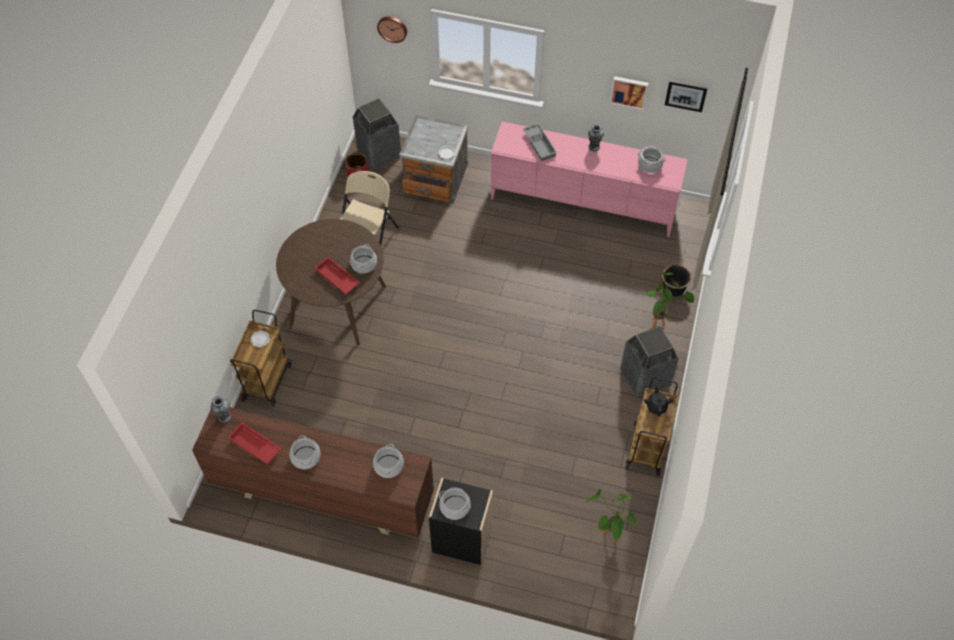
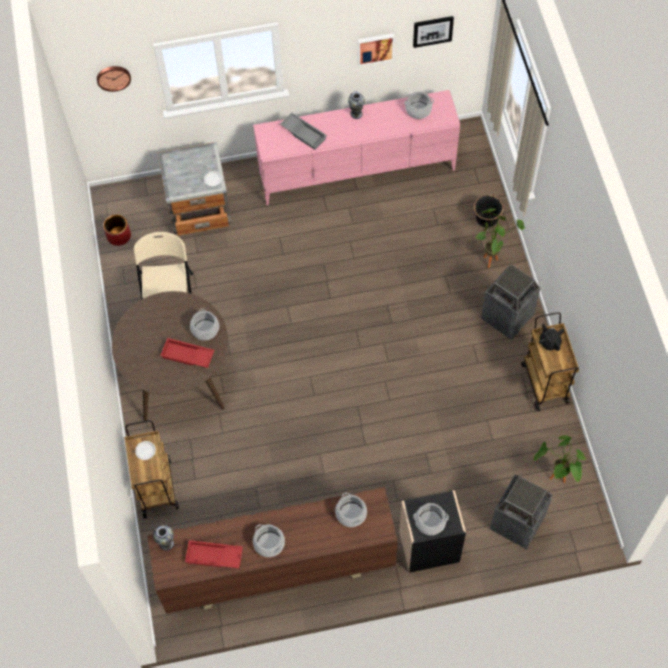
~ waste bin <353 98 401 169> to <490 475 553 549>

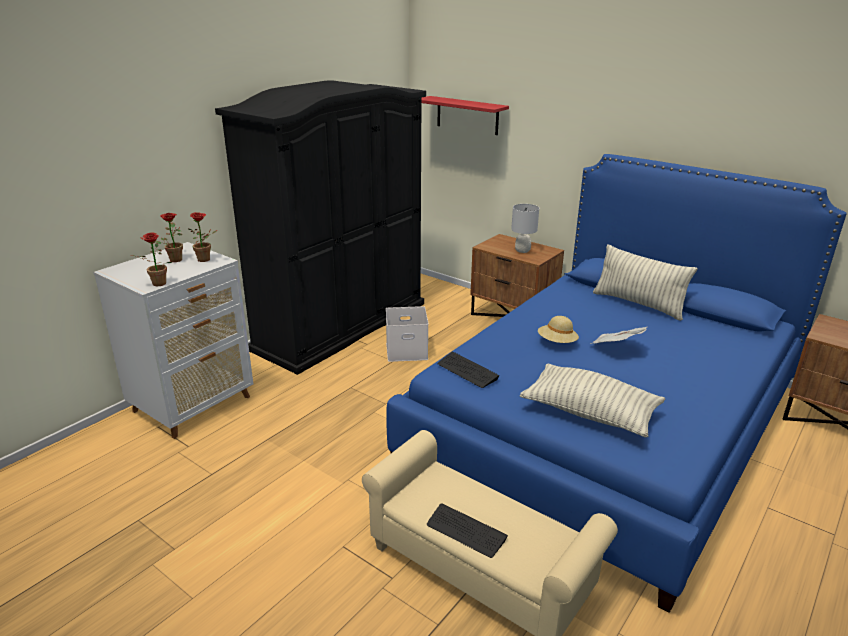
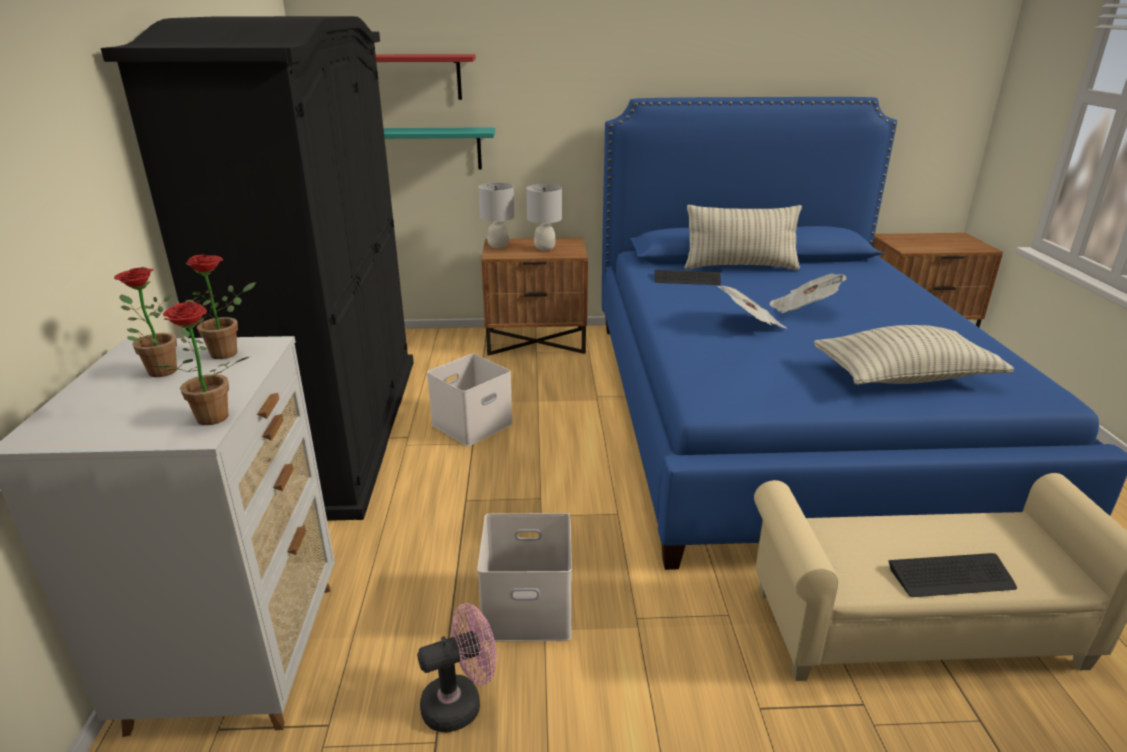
~ computer keyboard <438 352 500 388> to <655 270 721 285>
~ sand-coloured clothing hat <538 316 579 343> to printed paper <718 286 787 328>
+ blue-green shelf <383 127 495 169>
+ pinkish cooling fan <417 603 497 733>
+ white storage bin <477 513 572 641>
+ greyish table lamp <478 182 514 249>

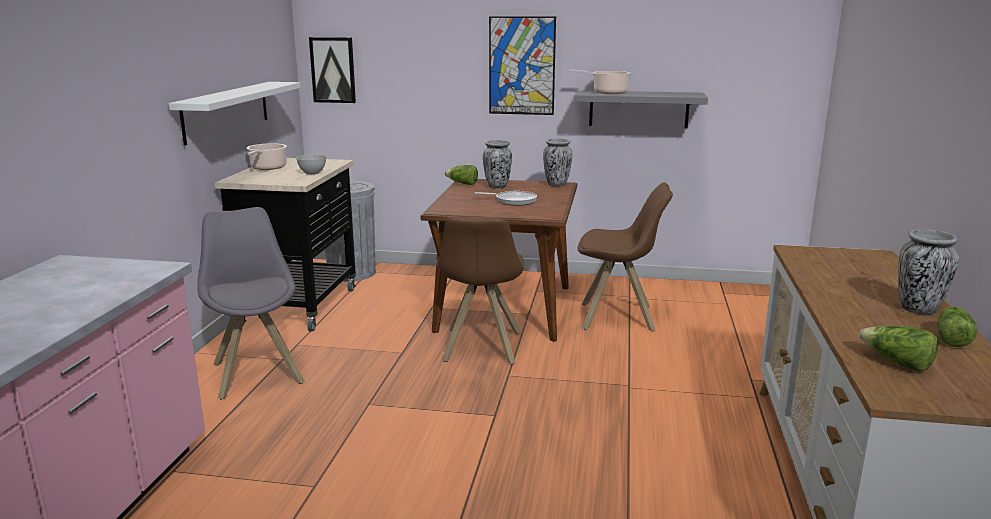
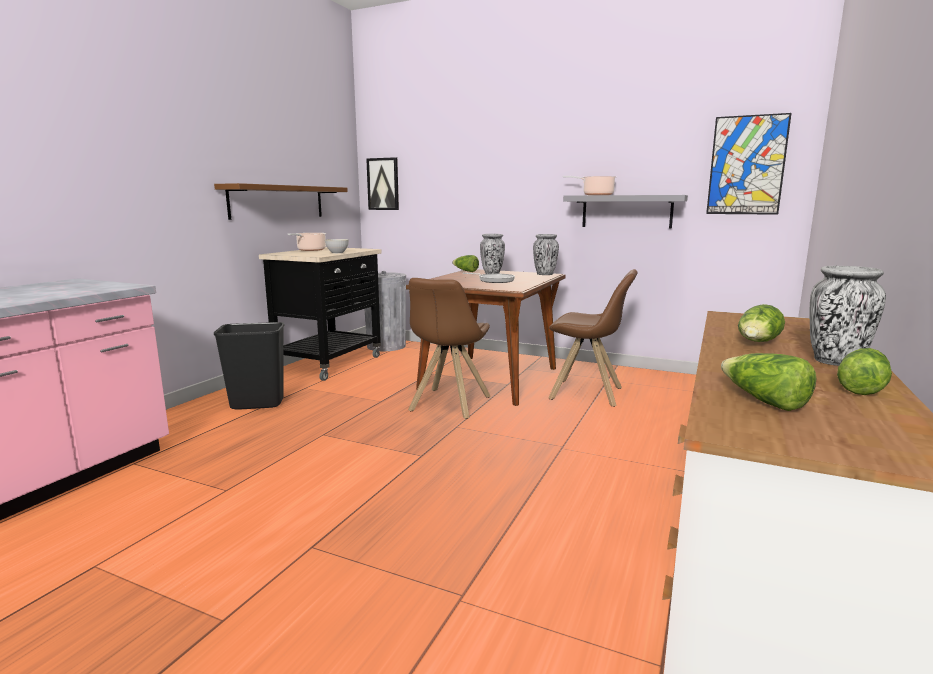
~ white shelf <169 82 301 146> to brownish shelf <214 183 348 220>
~ greyish upright chair <197 207 305 399> to blackish waste bin <214 322 285 410>
~ picture <489 16 556 115> to <706 113 792 215>
+ lettuce head <738 304 785 342>

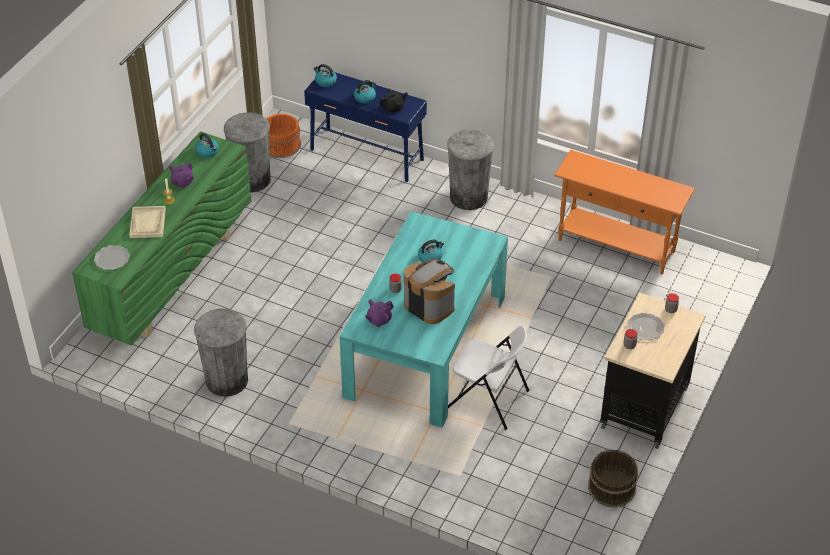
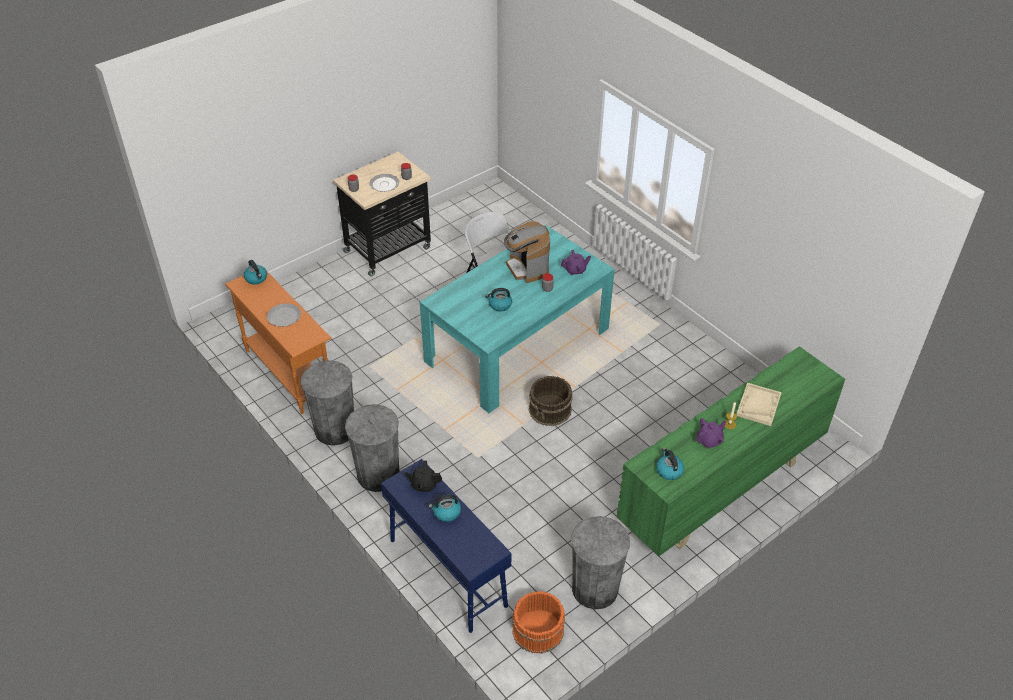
~ flat dish <94 245 130 270> to <267 303 301 327>
~ greyish waste bin <194 309 248 397> to <301 360 354 446>
~ kettle <313 64 337 87> to <244 260 267 285>
~ brownish water bucket <588 450 638 507> to <529 376 573 426>

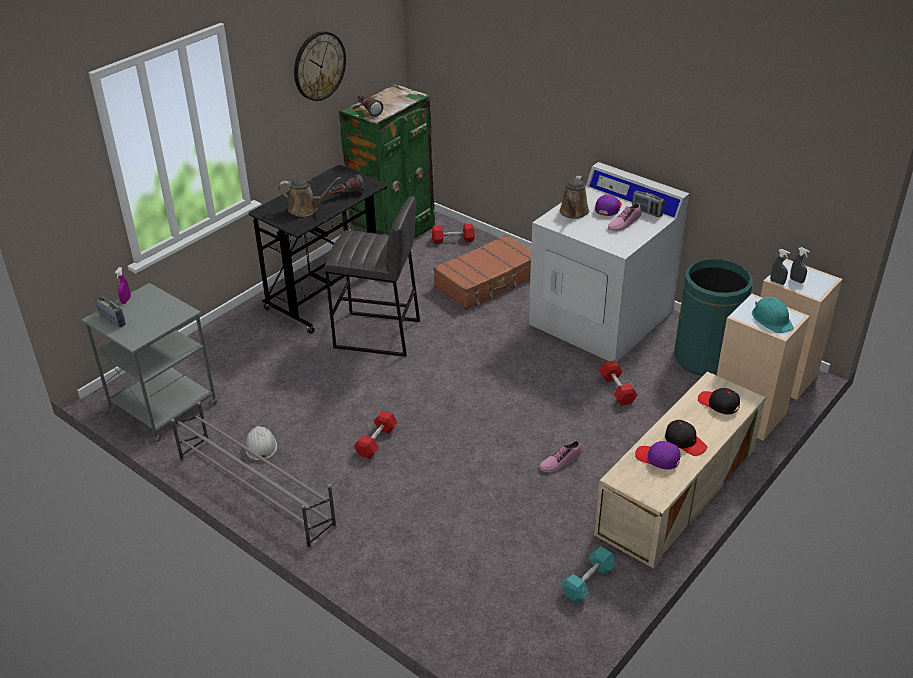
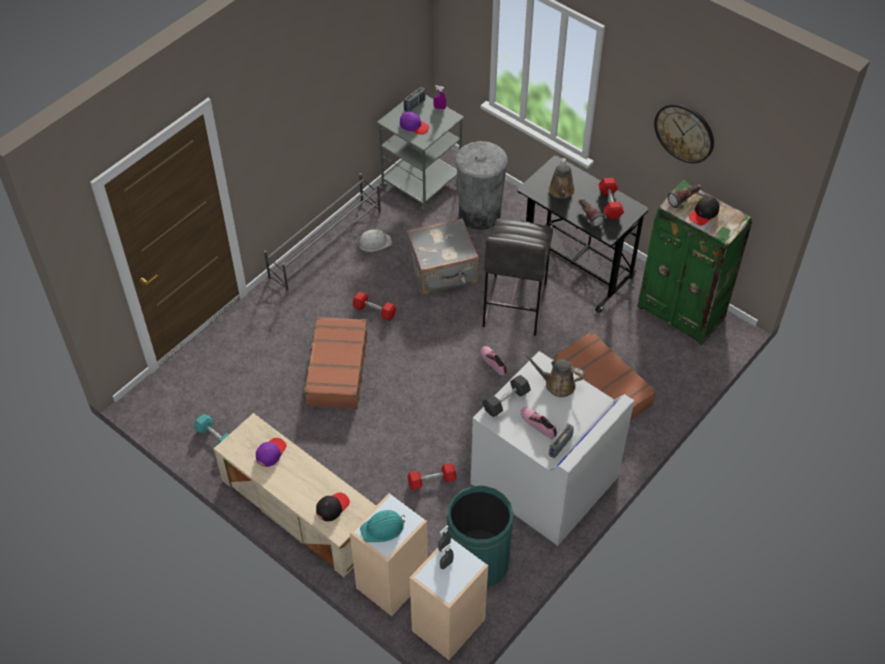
~ reddish free weight <432 224 475 244> to <598 178 624 219>
~ low shoe <539 441 582 472> to <481 346 508 375>
~ purple-coloured peaked cap <595 195 622 216> to <400 112 429 135>
~ blackish peaked cap <665 420 707 456> to <689 196 720 226>
+ brownish suitcase <303 317 368 409>
+ greyish suitcase <407 218 479 295>
+ greyish waste bin <455 141 508 230>
+ greyish free weight <482 375 531 417>

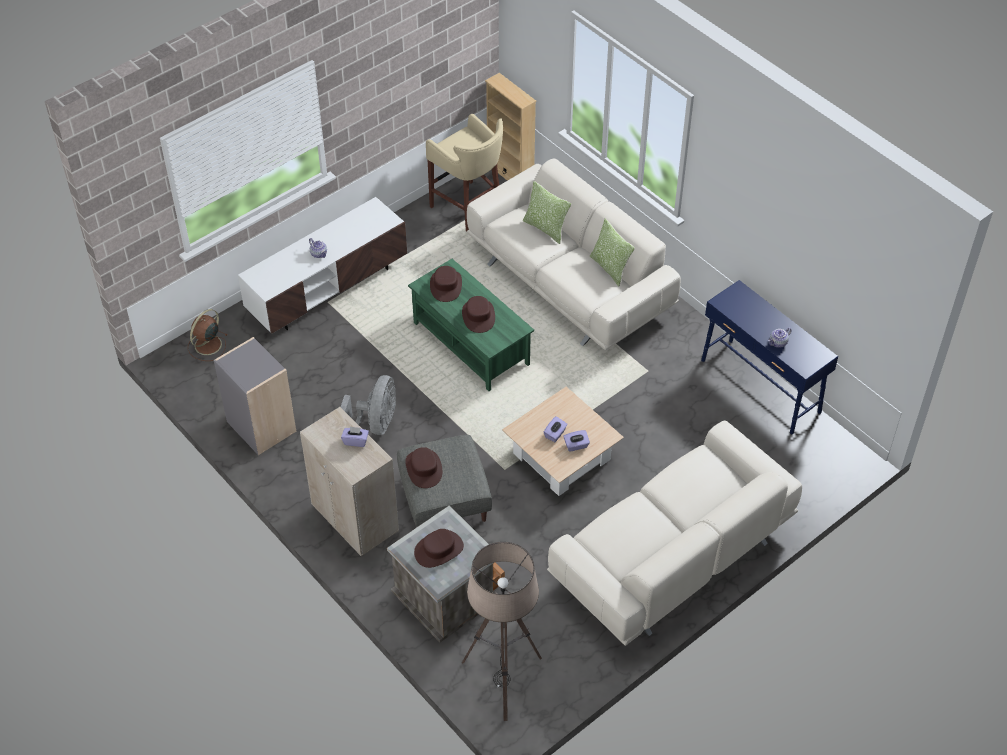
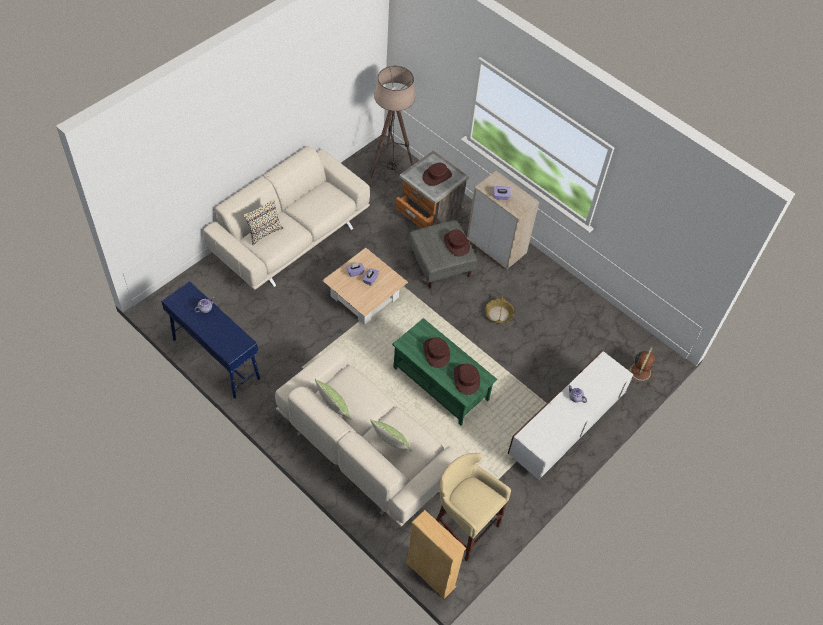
- greyish bookcase <214 337 296 455>
~ greyish cooling fan <341 375 396 435> to household basket <485 294 514 324>
+ sand-coloured pillow <243 199 283 245>

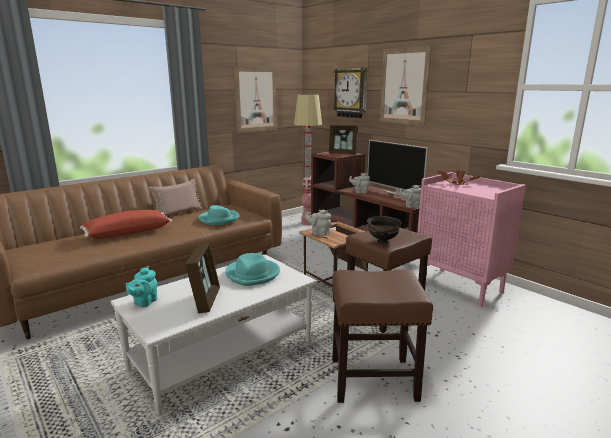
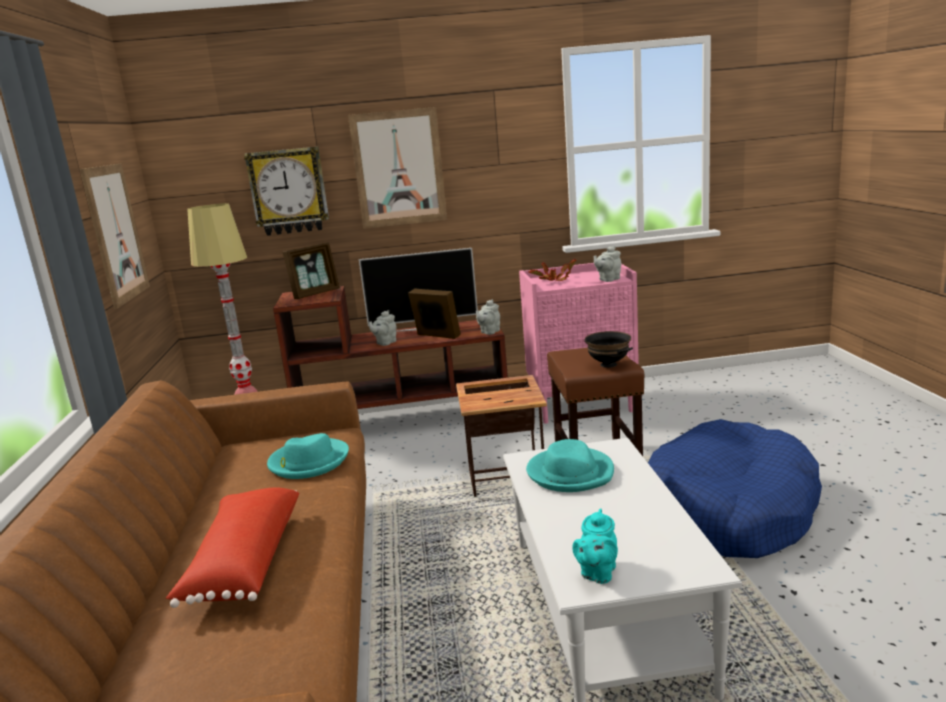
~ blue-green pot for tea <126 266 157 307> = <572 509 618 584> 60 degrees clockwise
- sand-coloured pillow <148 179 203 216>
~ picture frame <185 242 220 314> to <408 288 461 339>
~ greyish pot for tea <305 210 332 236> to <593 246 621 282>
~ brownish stool <332 269 433 403> to blue dog bed <648 419 822 558>

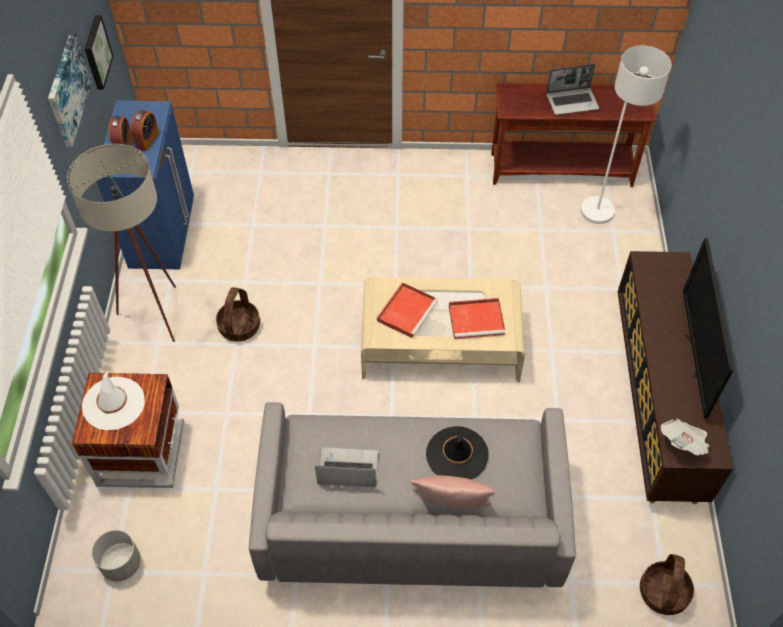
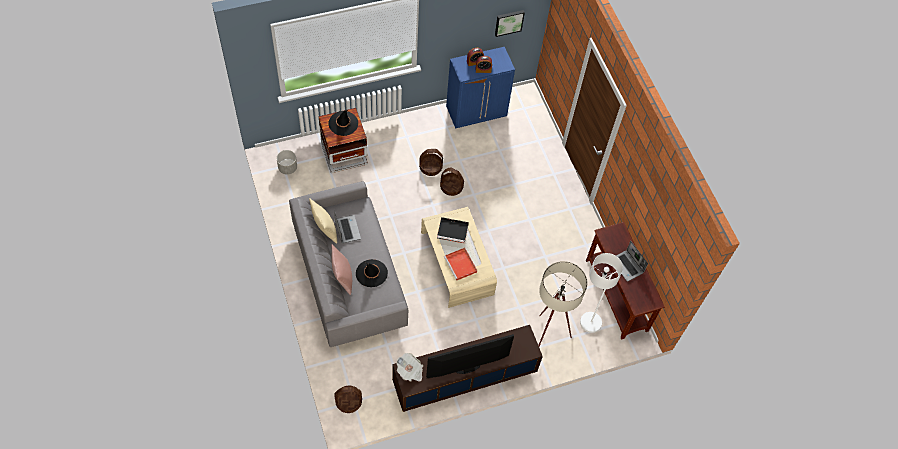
- picture <48 32 92 147>
~ sand-coloured standard lamp <67 144 176 342> to <538 261 587 346>
~ white clothing hat <82 370 145 430> to blackish clothing hat <328 110 358 136>
~ reddish serving tray <377 282 438 338> to blackish serving tray <437 217 469 243>
+ sand-coloured pillow <309 198 337 243>
+ household basket <440 167 464 196>

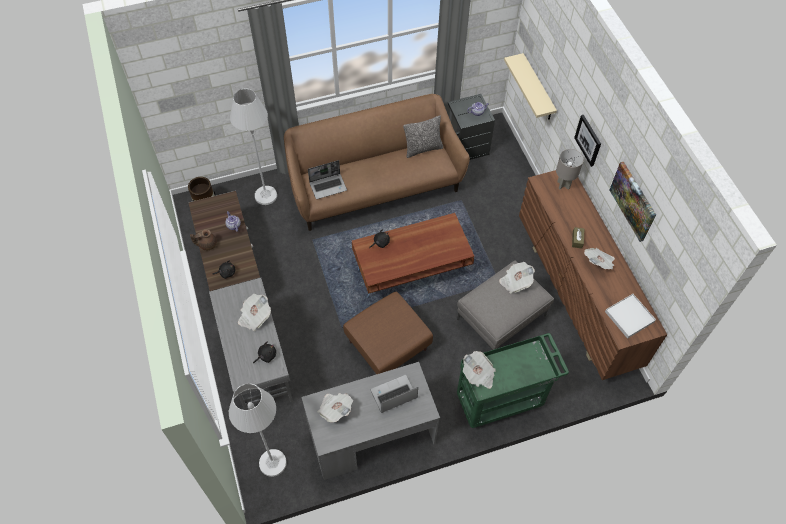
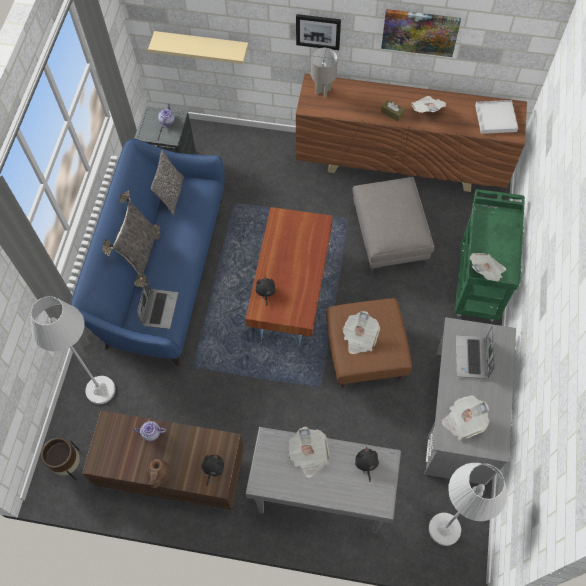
~ brownish sofa <284 94 470 231> to blue sofa <71 138 225 366>
~ printed paper <499 262 535 293> to <343 311 380 354>
+ pillow <102 191 161 288>

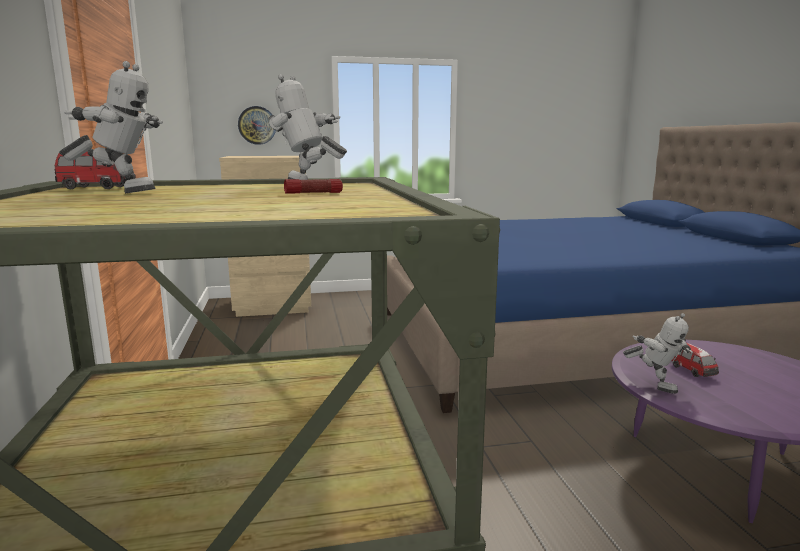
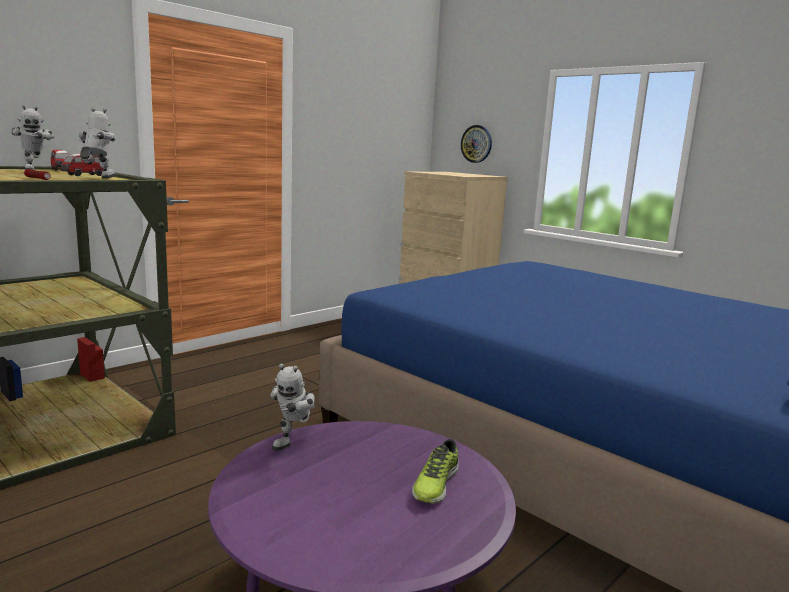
~ model car <672 343 719 377> to <60 153 103 176>
+ low shoe <412 439 459 503>

